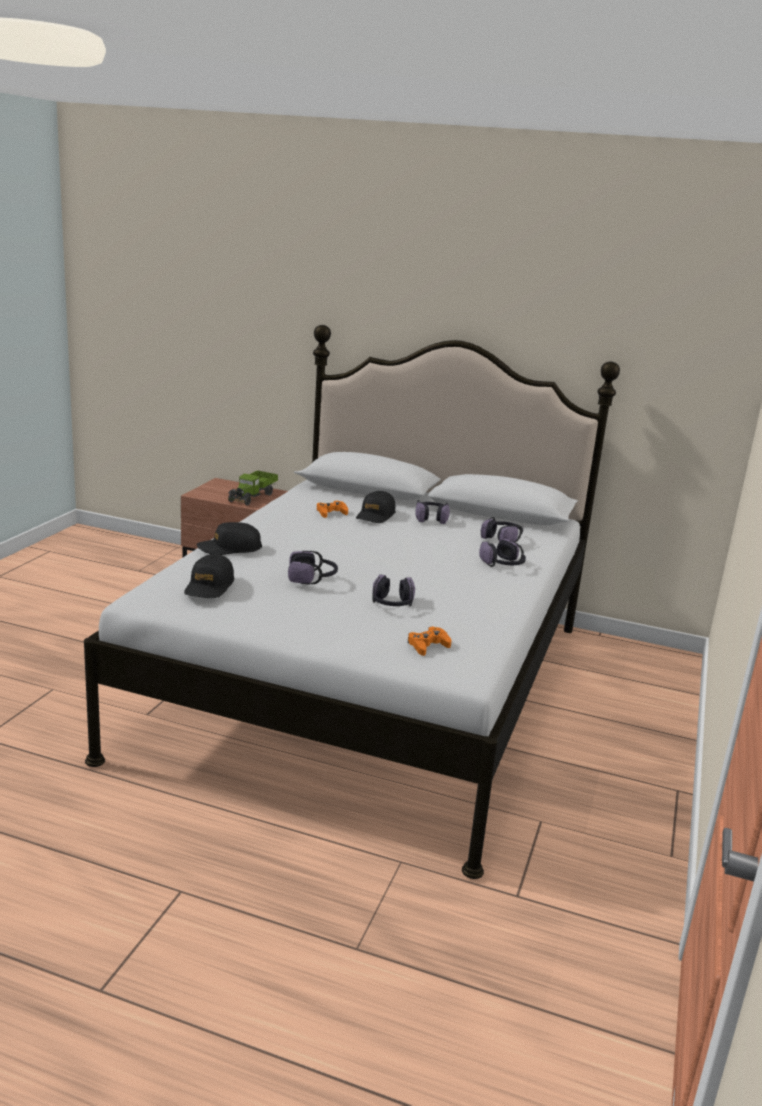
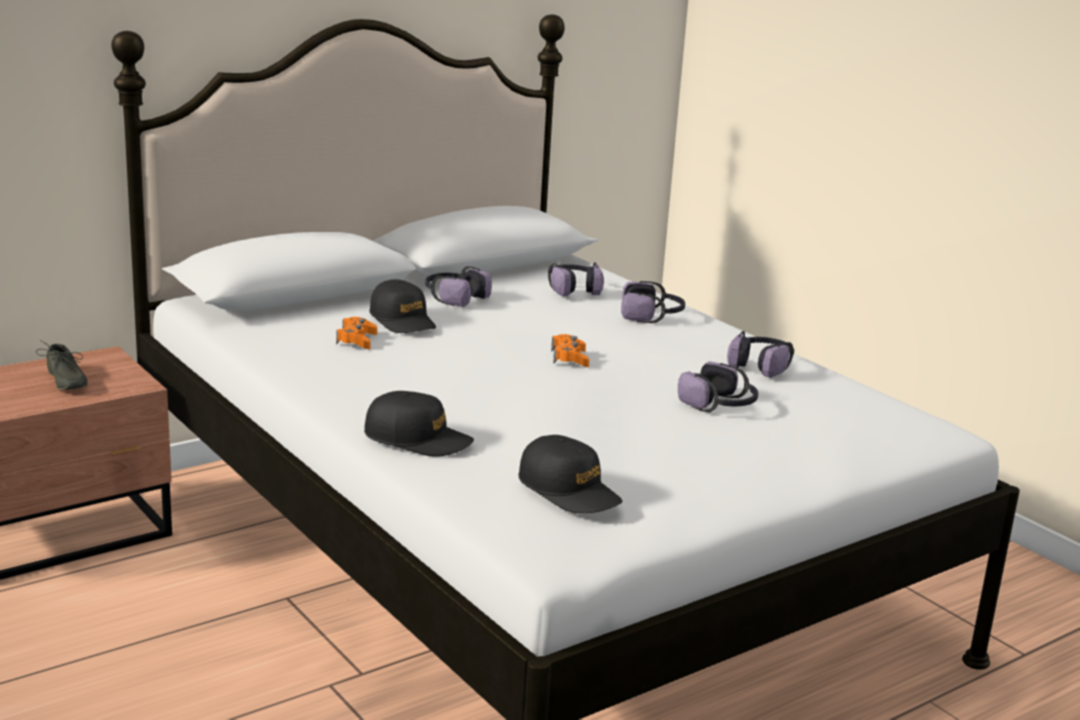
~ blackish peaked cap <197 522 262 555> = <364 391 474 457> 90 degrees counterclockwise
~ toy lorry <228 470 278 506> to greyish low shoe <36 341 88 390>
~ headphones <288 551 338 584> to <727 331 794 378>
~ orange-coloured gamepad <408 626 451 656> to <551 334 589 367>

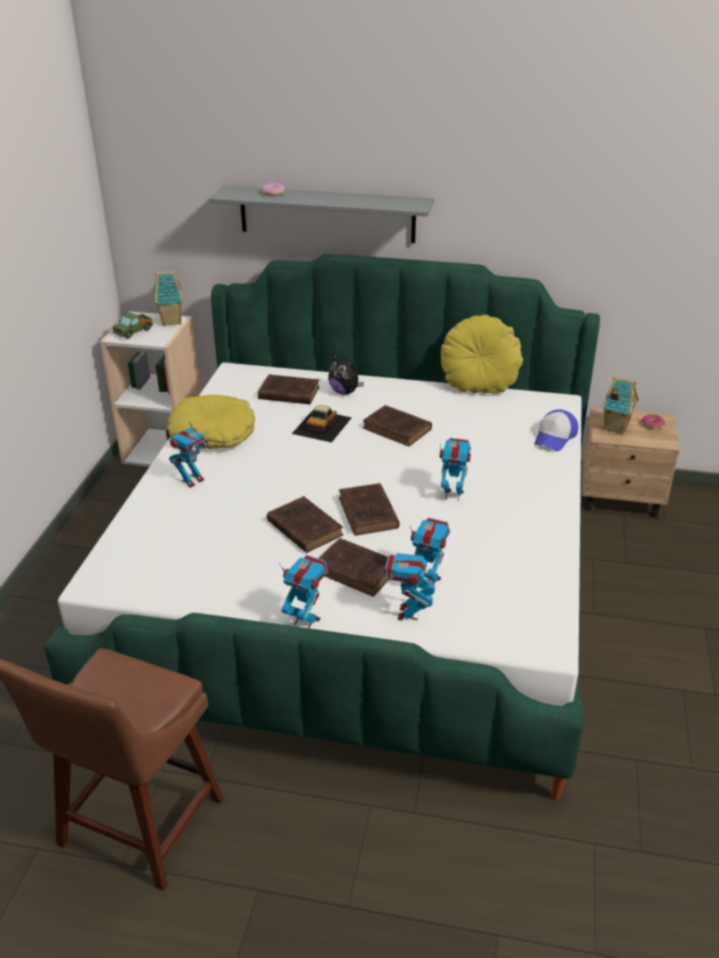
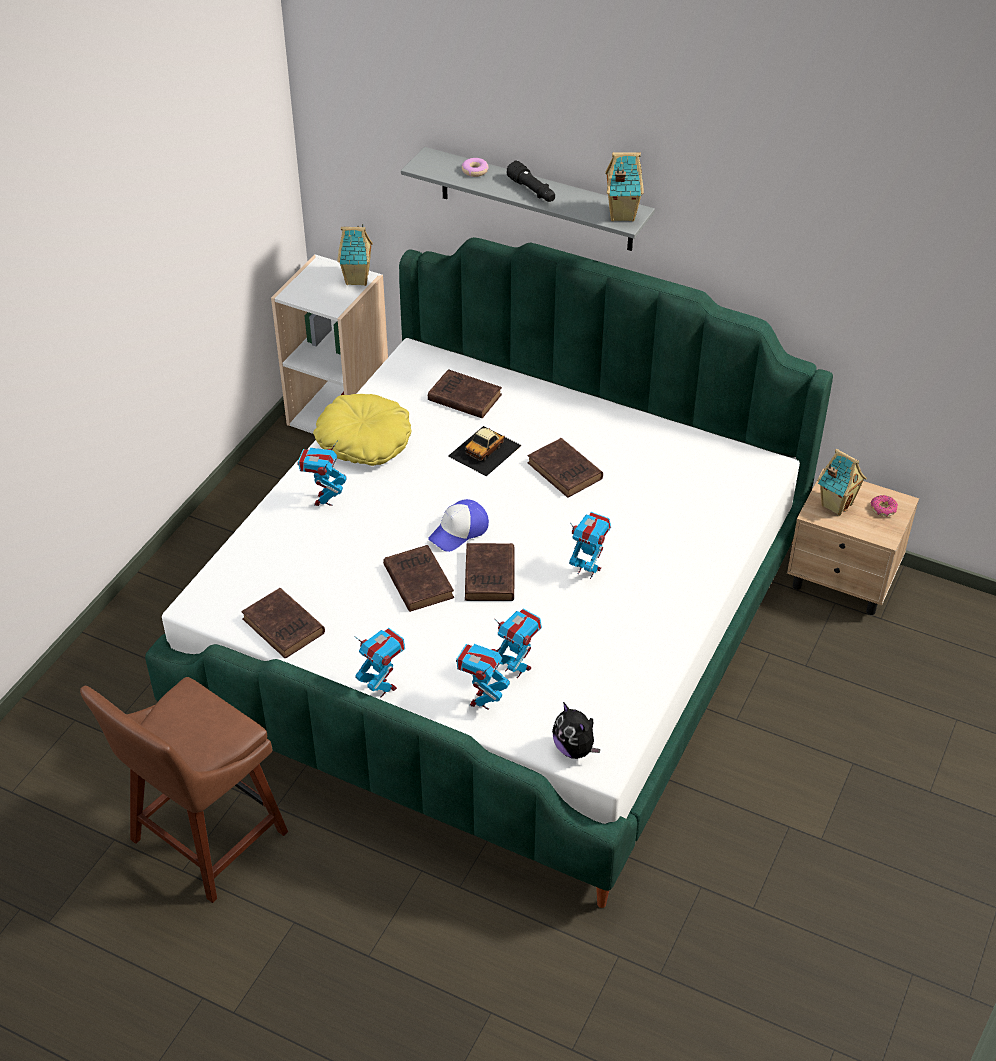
- toy lorry <112 312 153 339>
~ toy robot <165 415 208 488> = <297 440 347 506> 135 degrees clockwise
~ brownish book <318 538 389 597> to <241 588 325 659>
~ plush toy <328 352 364 395> to <552 702 601 759>
- yellowish pillow <441 315 523 393>
~ peaked cap <534 409 578 451> to <428 499 489 552>
+ blackish torch <507 161 555 202>
+ miniature house <605 152 644 222>

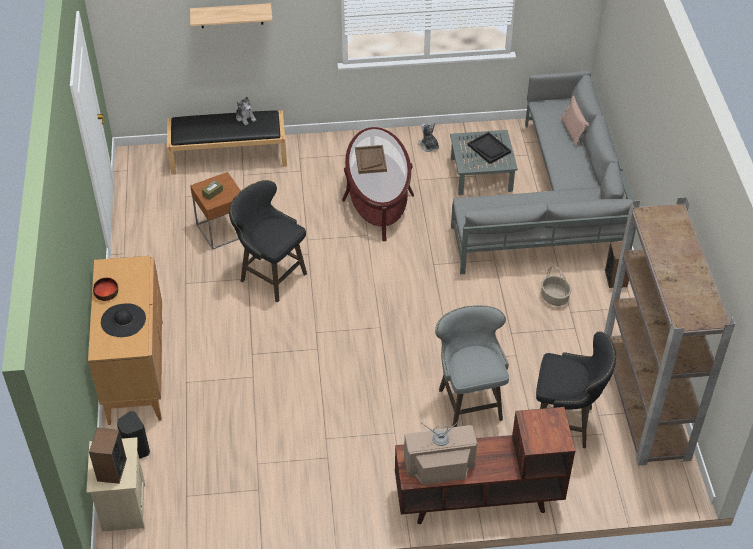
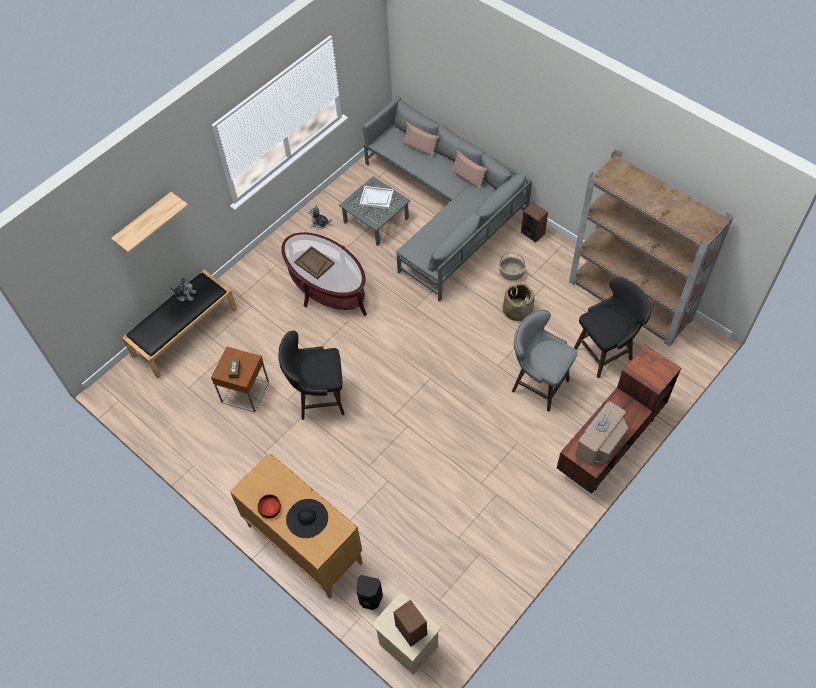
~ blackish serving tray <468 132 511 164> to white serving tray <360 186 394 209>
+ sand-coloured pillow <451 150 487 190>
+ household basket <503 283 534 321>

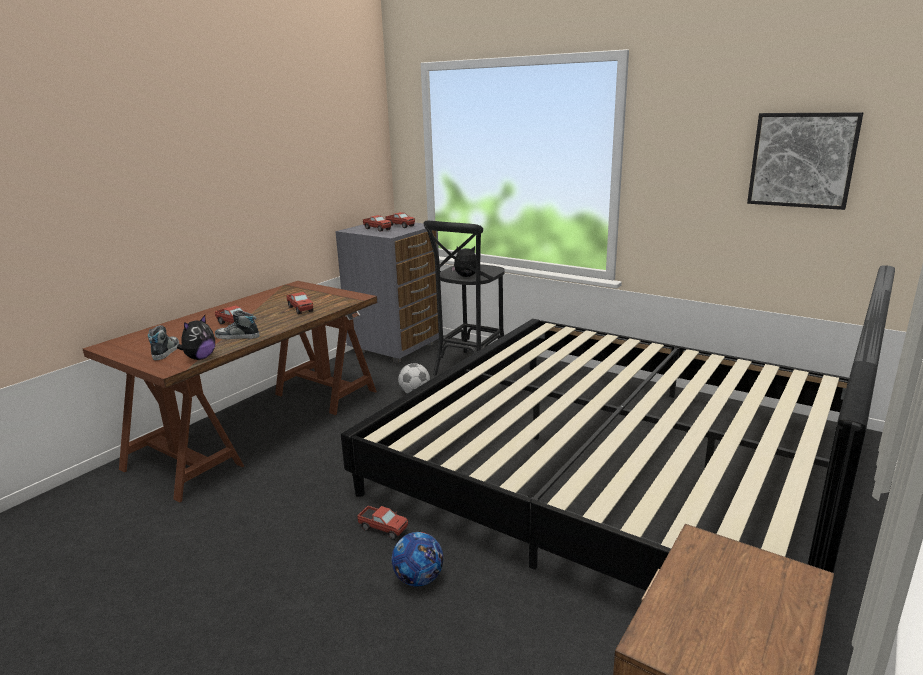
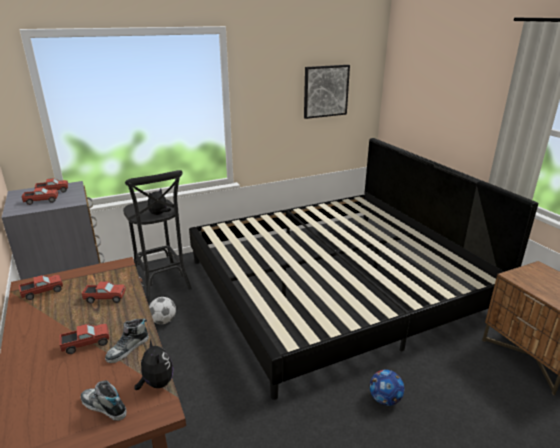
~ toy lorry <357 506 408 540> to <19 275 63 300>

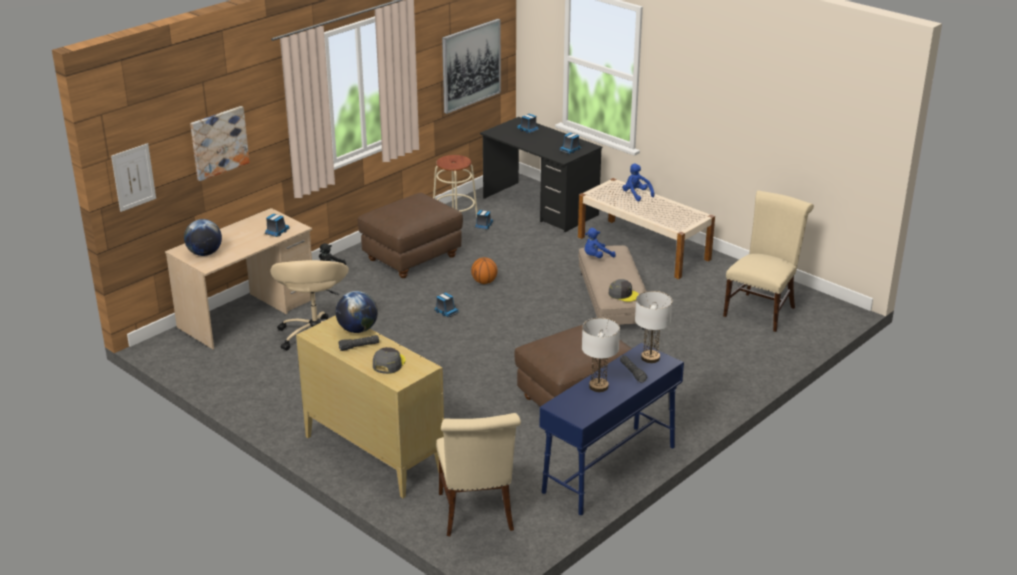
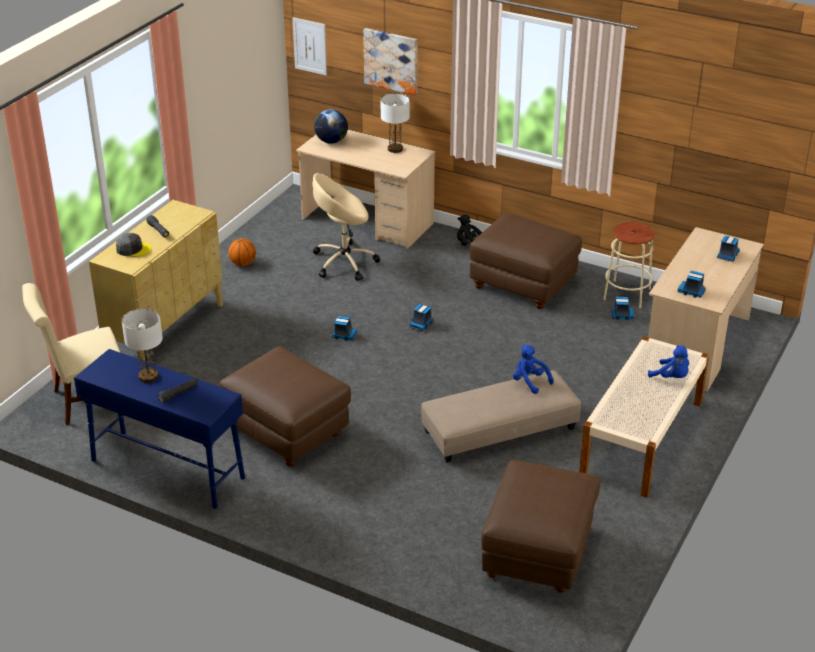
~ toy lorry <265 214 290 237> to <332 316 358 341>
- desk globe <335 291 378 333>
- picture <442 19 501 114>
~ ball for basketball <471 257 498 284> to <228 238 256 266>
~ blackish desk table <480 117 602 232> to sand-coloured desk table <646 227 764 392>
- greyish peaked cap <608 279 639 302>
~ blue plush toy <622 163 655 201> = <648 345 689 378> 90 degrees clockwise
~ table lamp <635 291 672 363> to <381 93 410 153>
~ sand-coloured upright chair <723 190 814 332> to brownish ottoman <481 460 600 593>

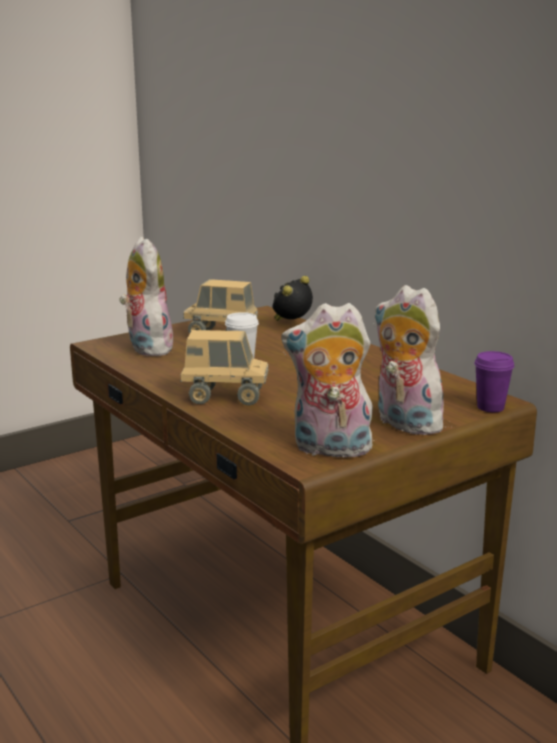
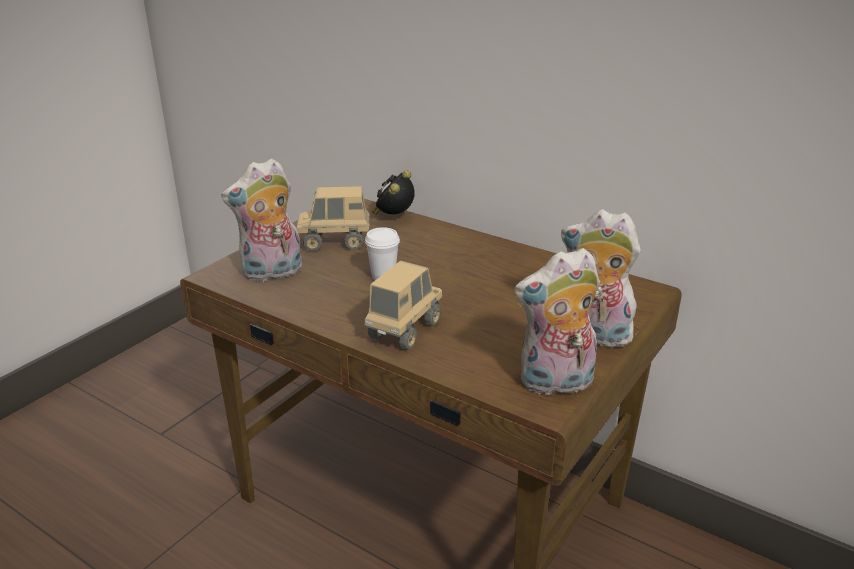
~ plush toy <119 237 173 356> = <221 158 302 282> 75 degrees counterclockwise
~ toy lorry <180 330 269 405> = <364 261 443 350> 45 degrees counterclockwise
- purple-coloured small cup <474 351 515 412>

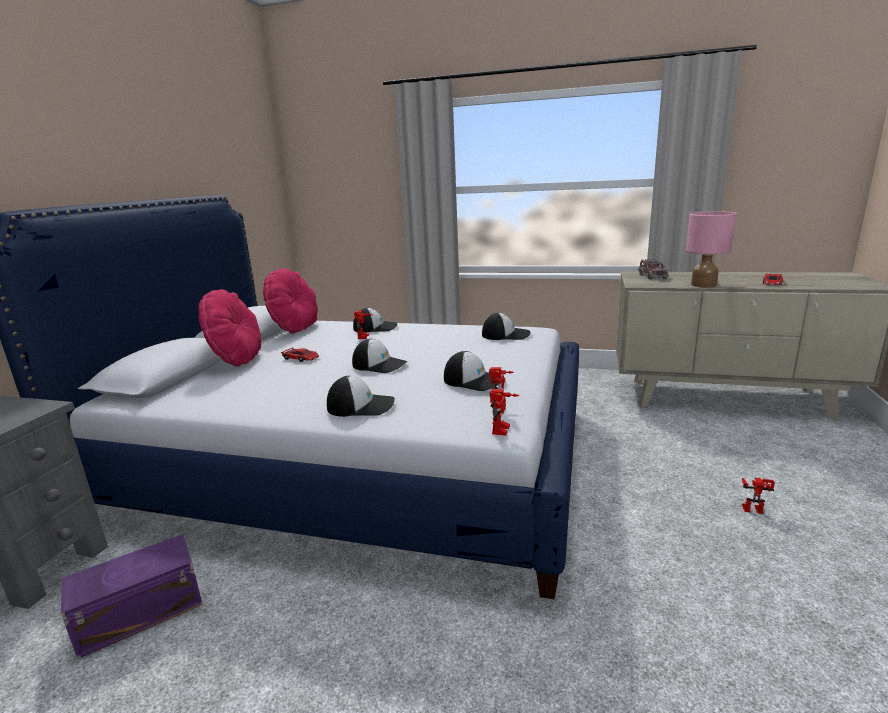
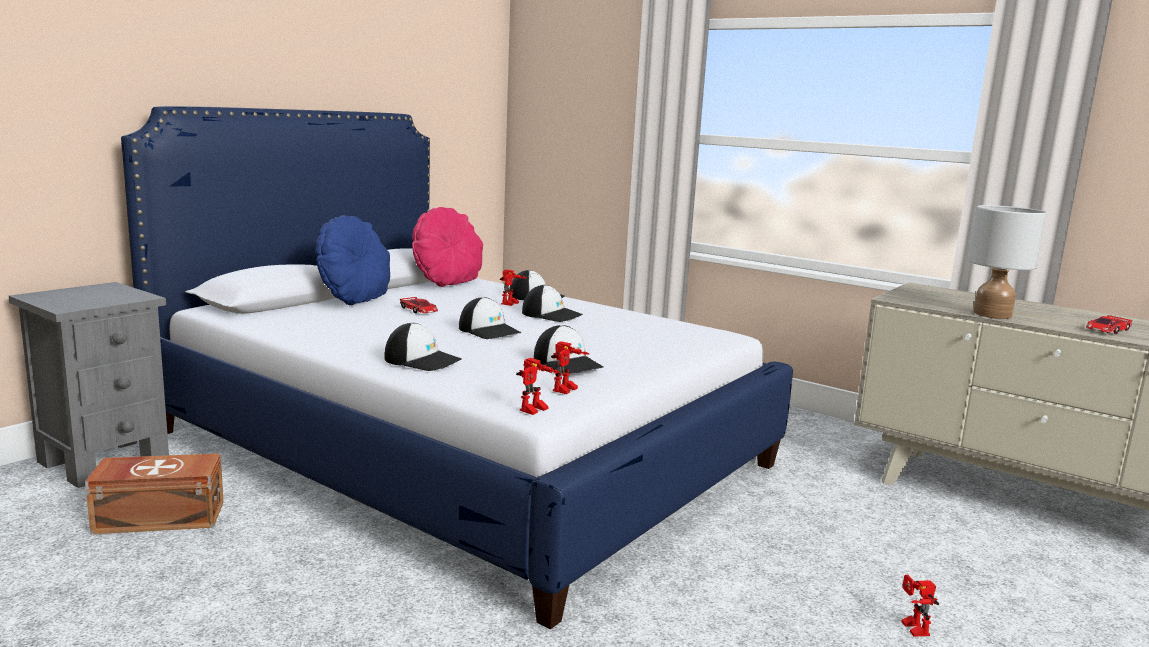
~ purple-coloured storage bin <61 534 203 659> to brownish storage bin <85 453 223 534>
~ pinkish pillow <198 289 261 367> to blue pillow <316 215 390 305>
~ peaked cap <482 313 530 340> to <522 285 583 322>
- toy lorry <638 259 669 279>
~ pinkish table lamp <686 211 737 287> to greyish table lamp <968 205 1047 319>
~ toy robot <742 477 775 514> = <902 575 939 637> 135 degrees counterclockwise

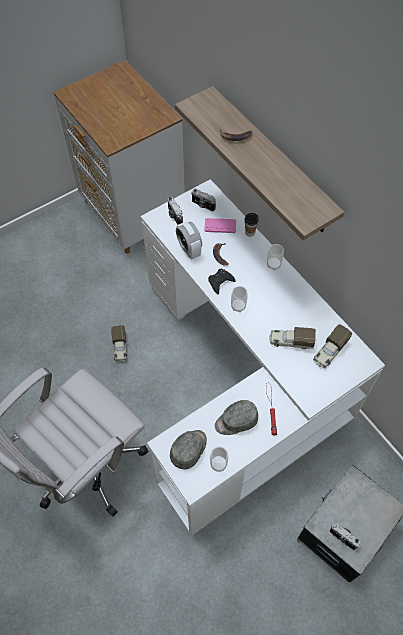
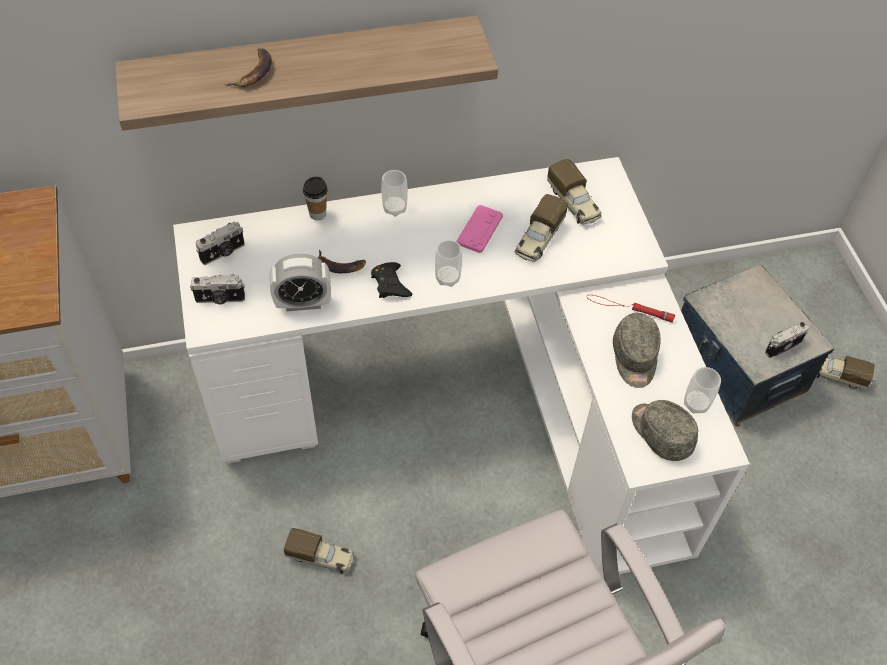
~ pinkish gamepad <204 218 236 233> to <457 205 503 253>
+ toy lorry <816 356 875 390>

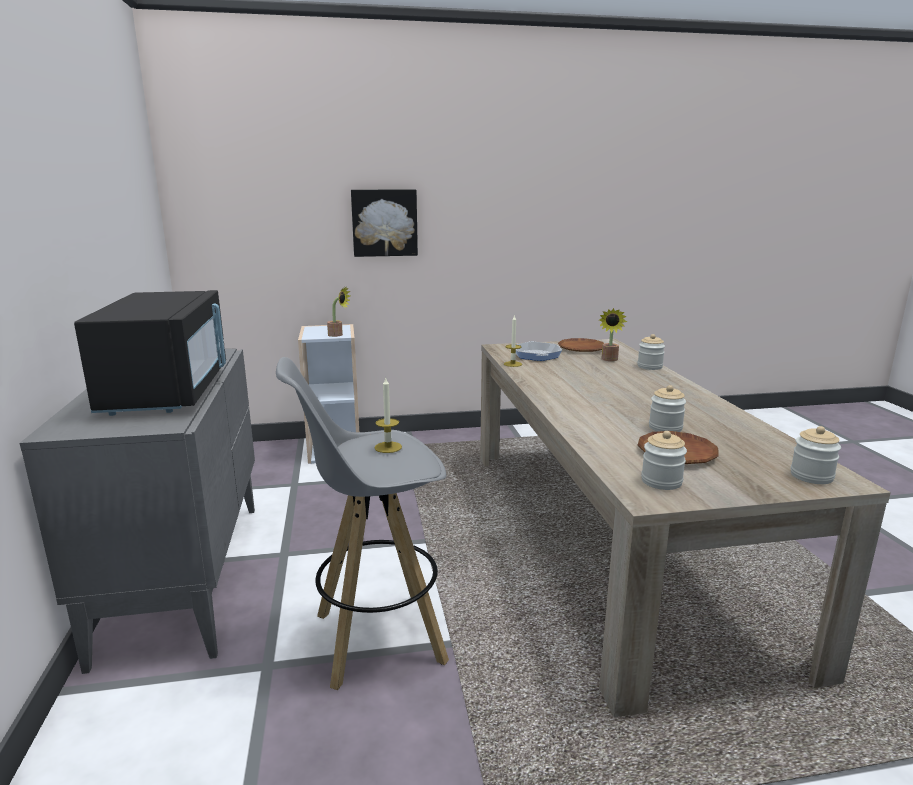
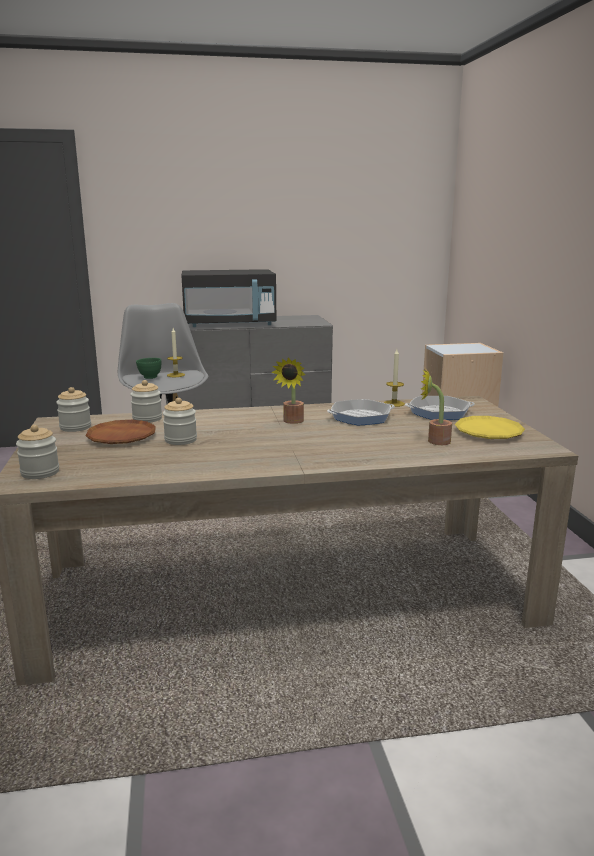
~ plant in a pot <327 287 350 337> to <271 358 305 424>
- picture <351 190 418 257>
~ brownish flat dish <558 338 604 352> to yellowish flat dish <455 416 525 439>
~ preserve jar <638 334 665 370> to <130 380 162 423>
+ green-coloured bowl <136 358 161 379>
+ pan <327 399 395 425>

